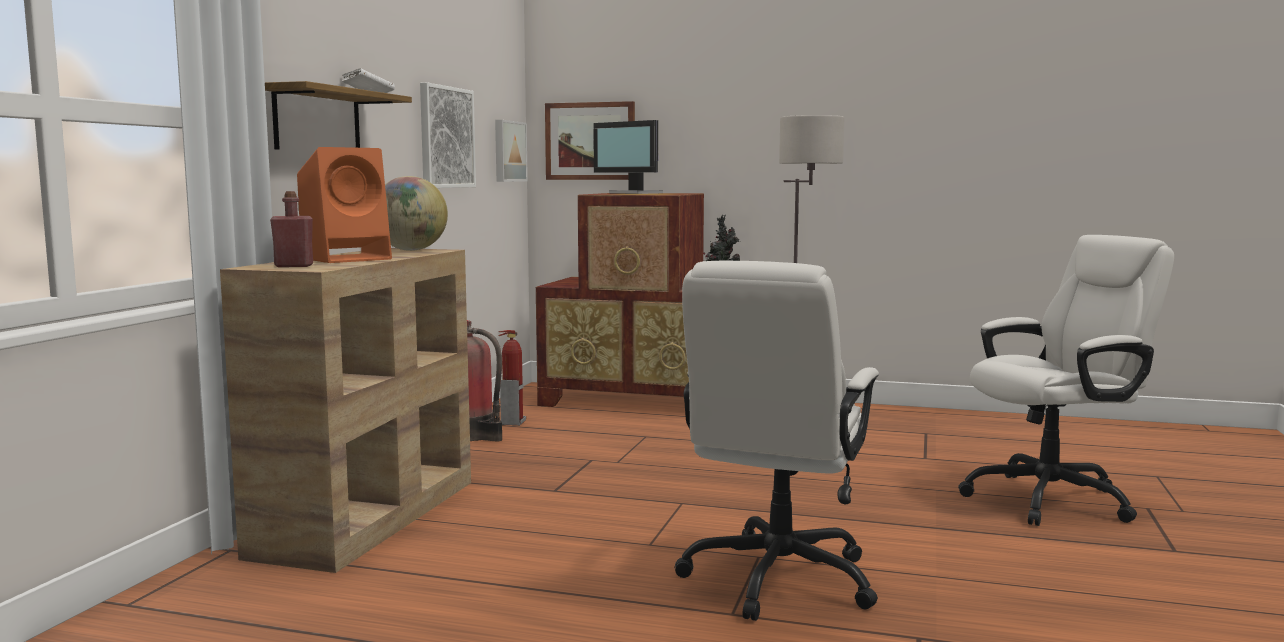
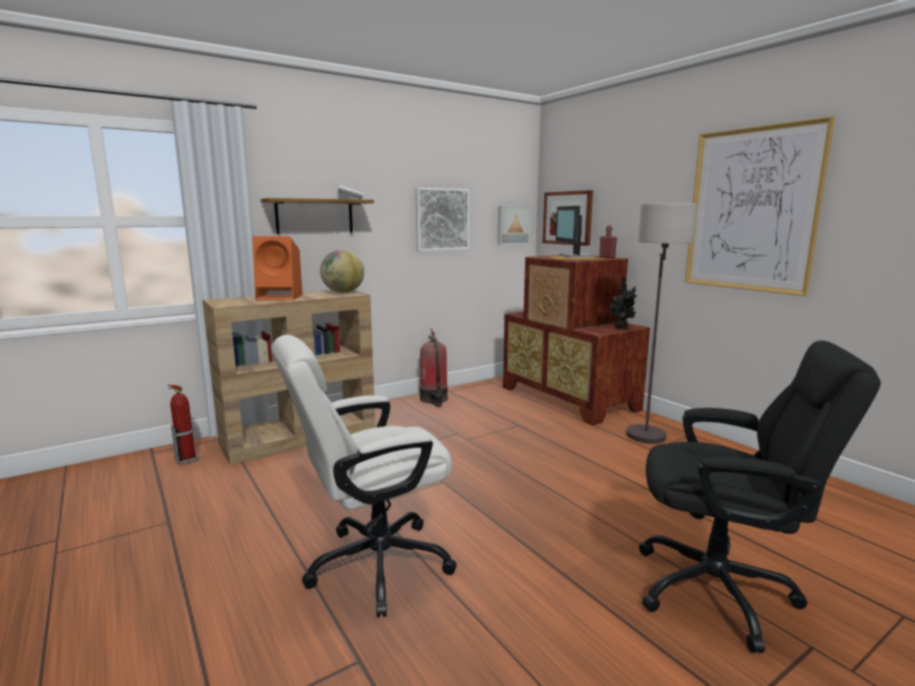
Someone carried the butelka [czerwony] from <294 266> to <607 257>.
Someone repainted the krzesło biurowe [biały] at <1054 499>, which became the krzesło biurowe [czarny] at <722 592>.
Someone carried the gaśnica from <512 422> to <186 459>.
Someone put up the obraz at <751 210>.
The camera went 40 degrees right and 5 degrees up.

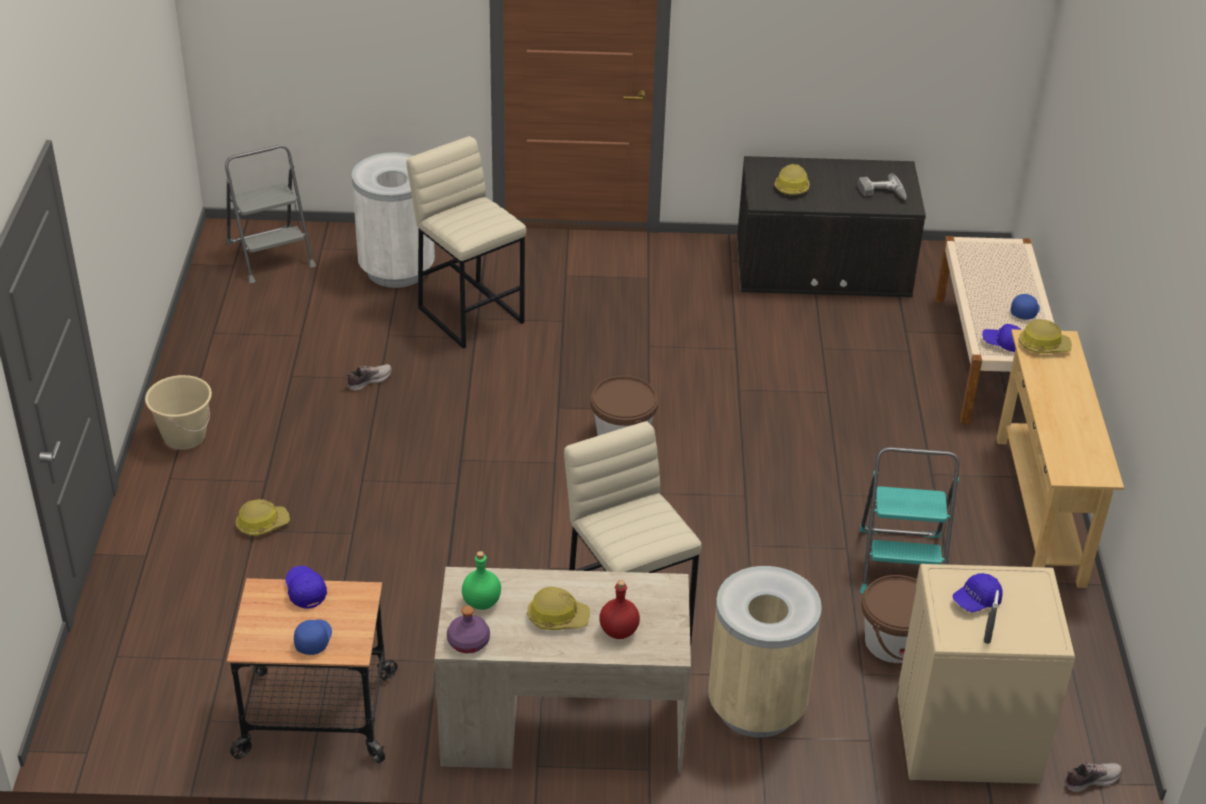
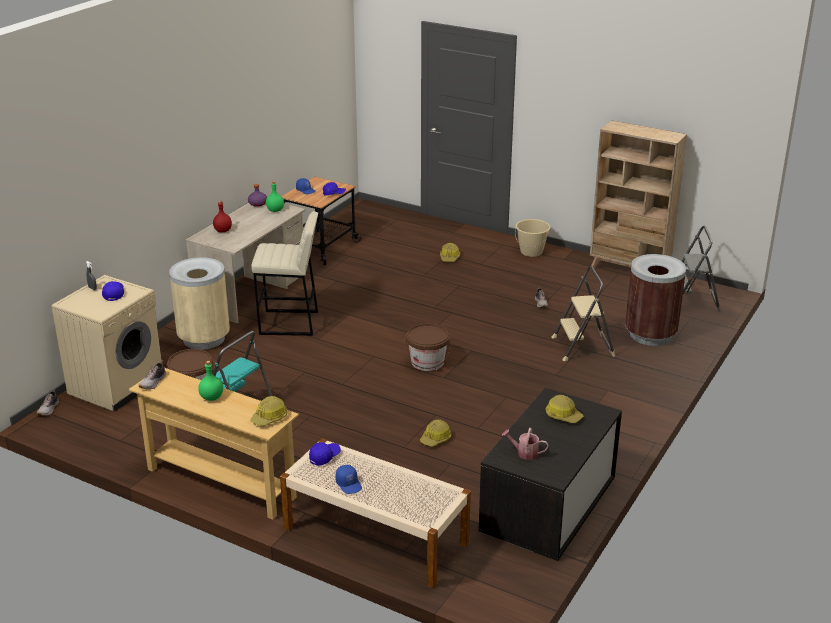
Someone swapped the stołek [beżowy] at <469 314> for the drabinka [beżowy] at <585 346>.
Someone repainted the kosz na śmieci [biały] at <397 269>, which became the kosz na śmieci [brązowy] at <650 335>.
Someone swapped the wiertarka at <882 194> for the konewka at <524 453>.
Someone carried the kask from <557 617> to <436 439>.
Someone put down the regał [beżowy] at <629 271>.
Someone put down the but at <153 382>.
Someone put down the butelka [zielony] at <212 397>.
The camera went 120 degrees right and 10 degrees down.

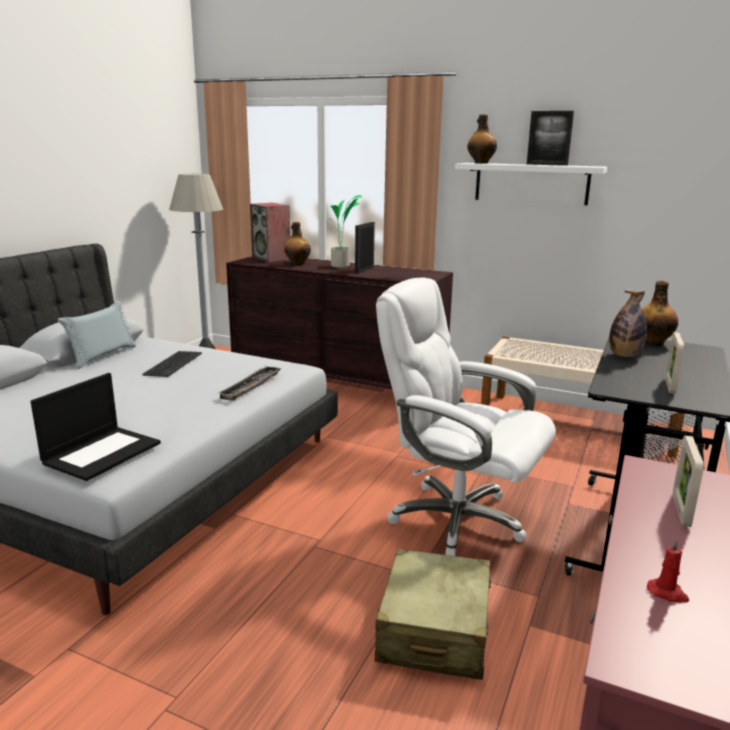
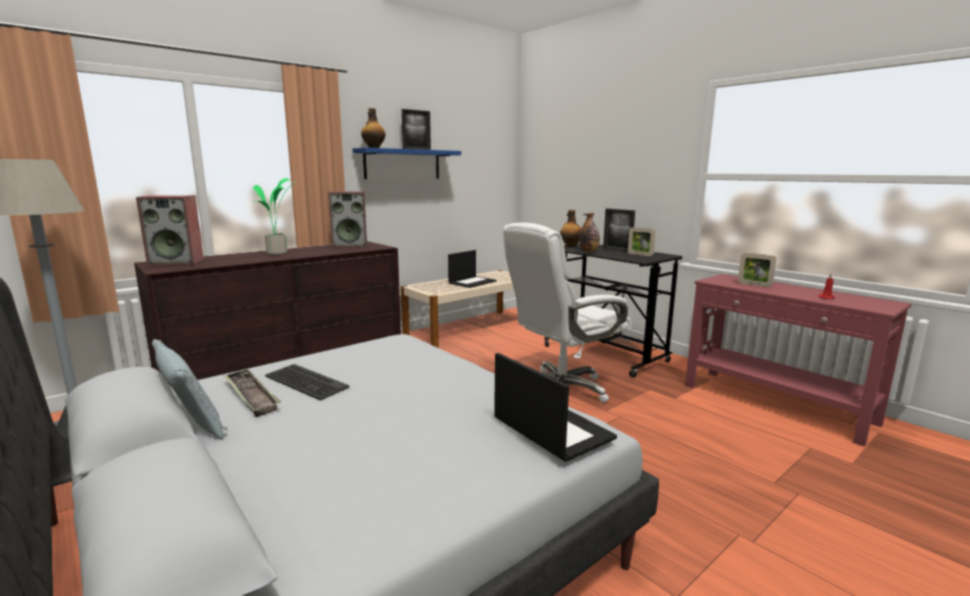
Someone repainted the półka [biały] at <531 183>, which became the półka [niebieski] at <402 164>.
Someone took away the butelka at <297 263>.
Someone carried the ramka na zdjęcie from <364 270> to <617 250>.
Someone carried the taca from <251 386> to <251 396>.
Someone took away the walizka [beżowy] at <434 630>.
Someone put down the głośnik at <350 245>.
Someone put down the laptop at <472 282>.
The camera went 65 degrees left and 5 degrees down.

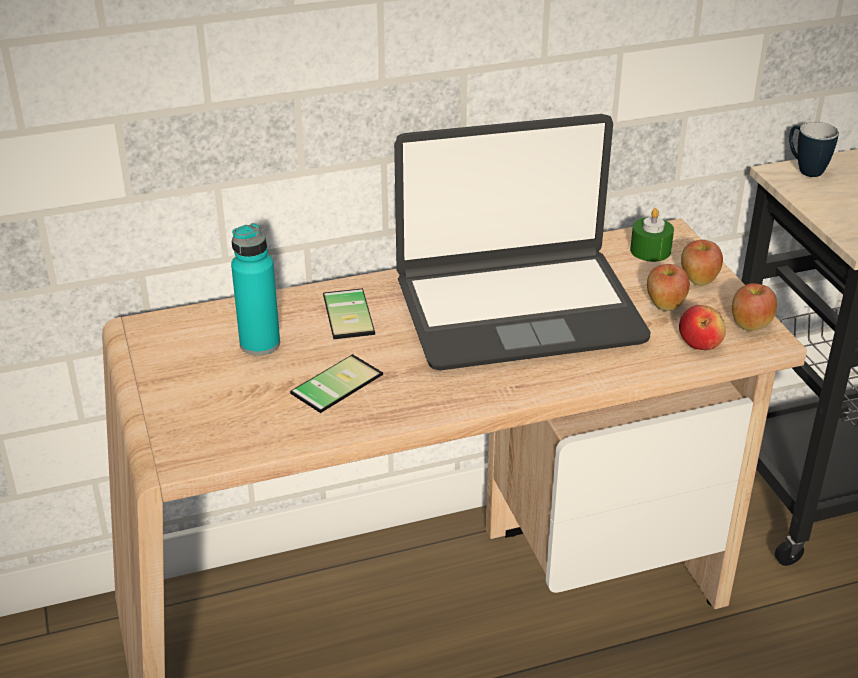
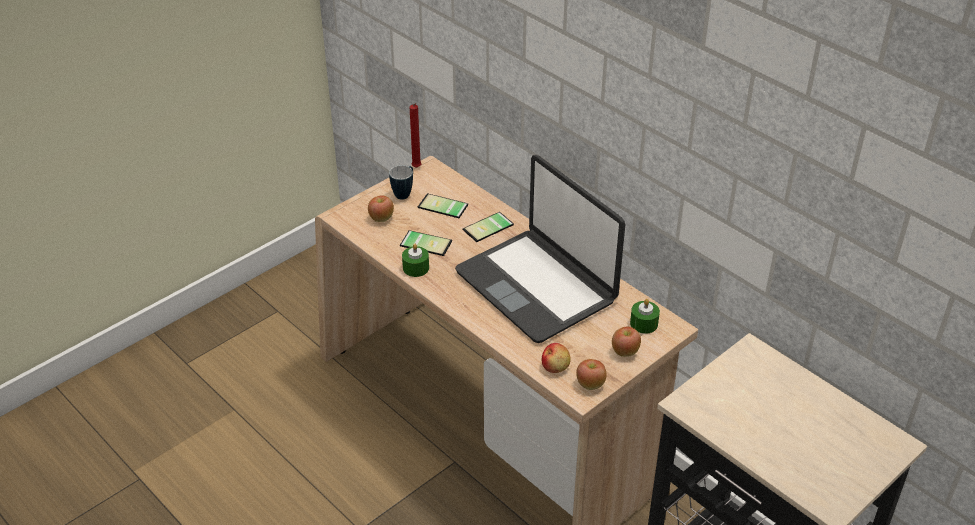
Someone carried the kubek from <805 169> to <404 193>.
Someone swapped the butelka [turkusowy] at <260 344> for the telefon at <442 207>.
Someone carried the jabłko from <664 305> to <381 218>.
Someone put down the świeca [czerwony] at <416 168>.
Someone put down the świeca [zielony] at <416 268>.
The camera went 65 degrees right and 5 degrees up.

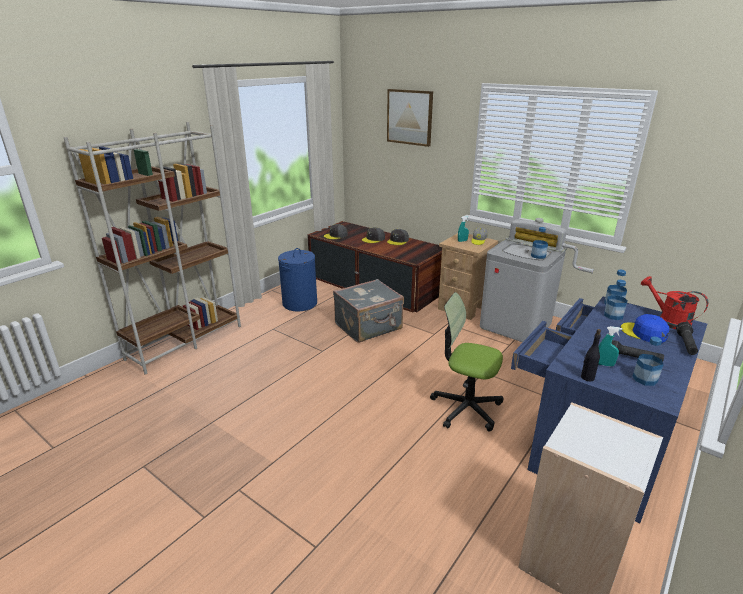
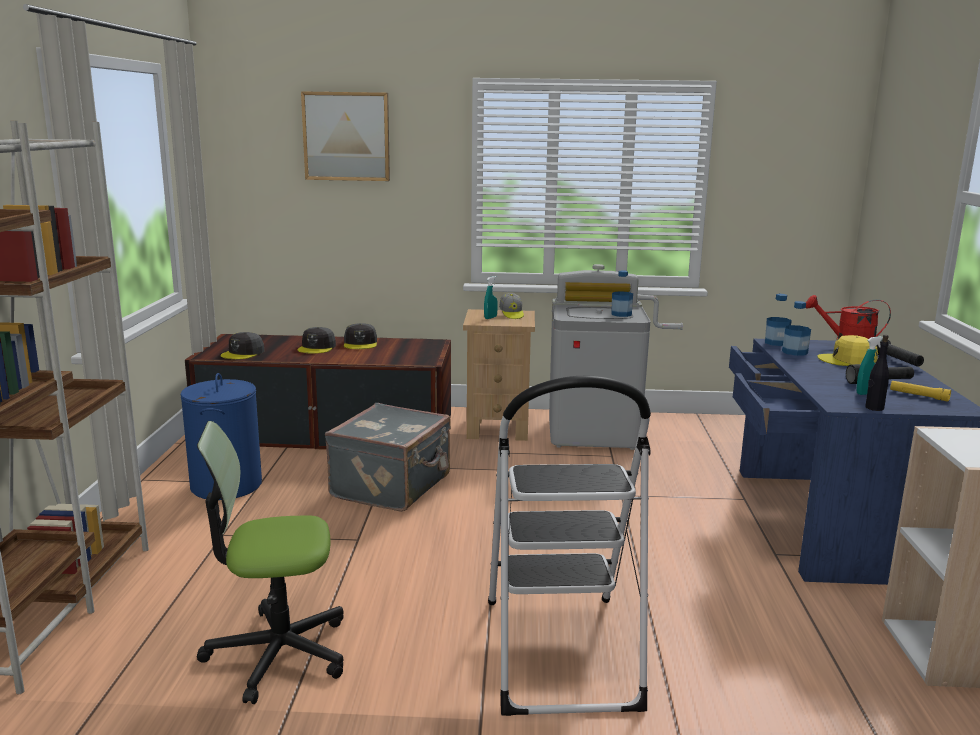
Someone carried the krzesło biurowe from <466 408> to <278 653>.
Someone repainted the czapka z daszkiem [niebieski] at <644 333>, which became the czapka z daszkiem [żółty] at <847 360>.
Someone swapped the butelka at <644 379> for the latarka [żółty] at <918 396>.
Someone put down the drabinka at <559 655>.
The camera went 35 degrees left and 10 degrees down.

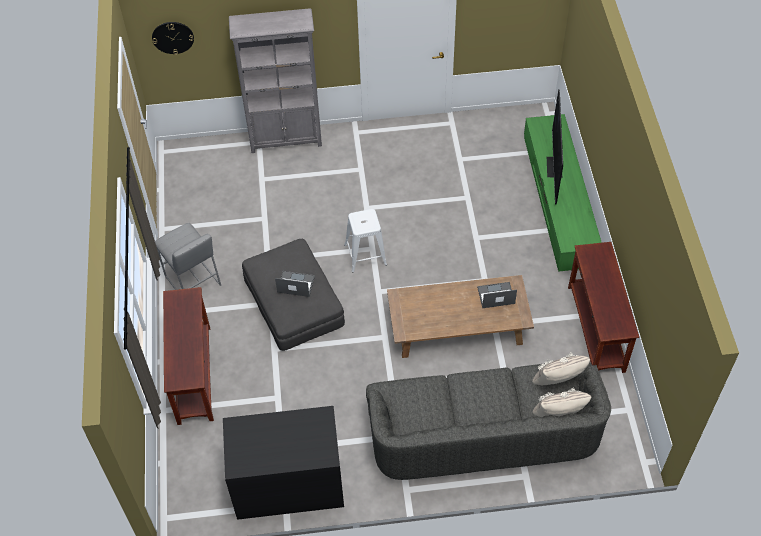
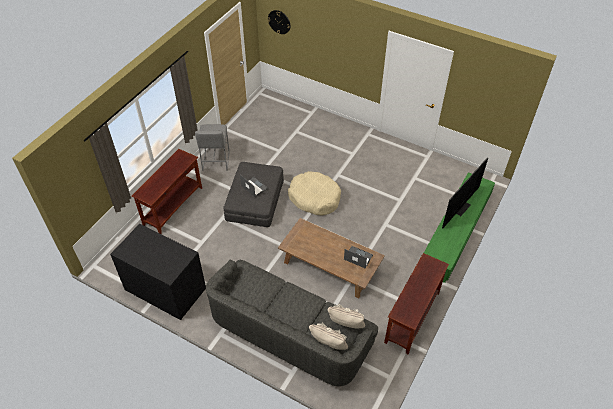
Someone took away the regał [szary] at <286 139>.
Someone swapped the stołek [biały] at <365 254> for the legowisko [beżowy] at <314 198>.
The camera went 35 degrees right and 5 degrees down.

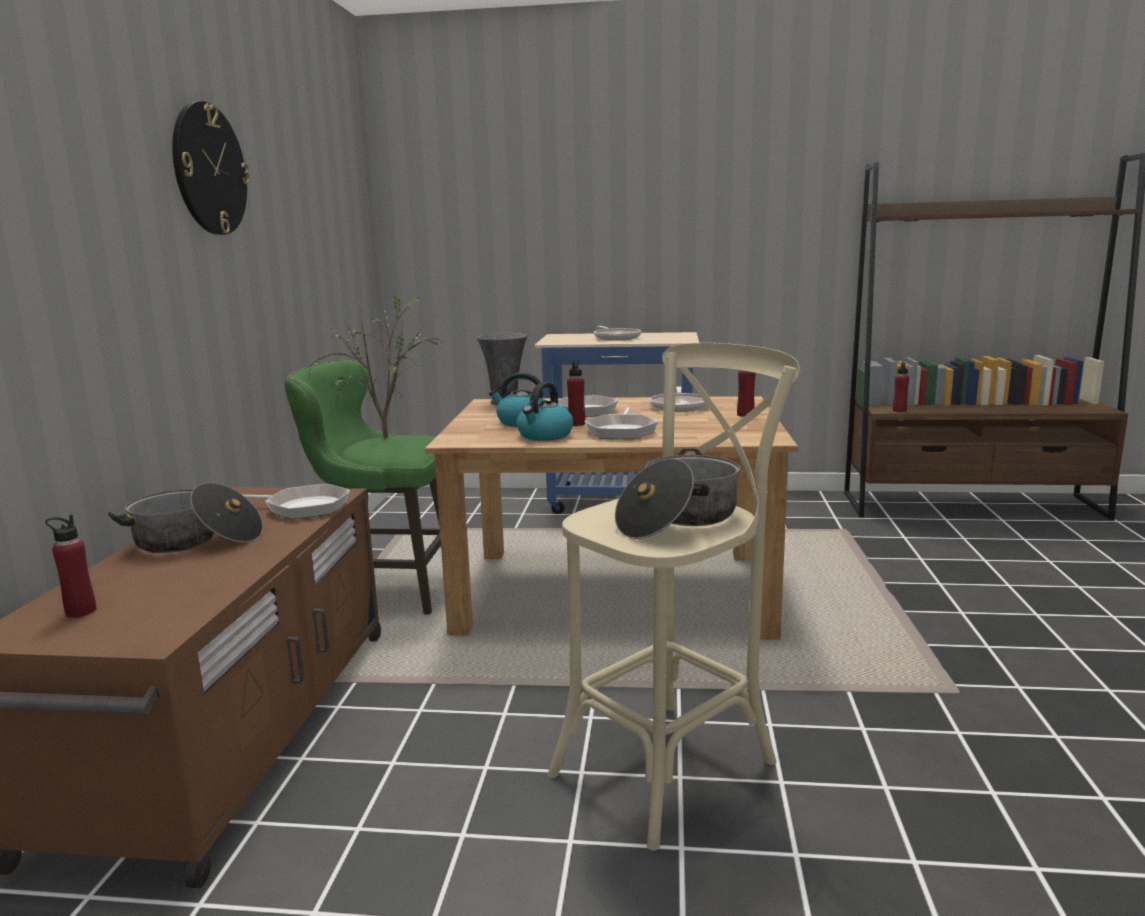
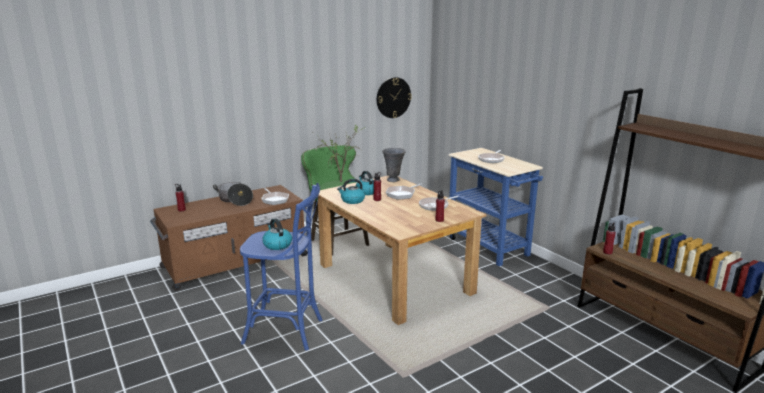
Someone carried the zegar ścienny from <209 169> to <393 97>.
Someone repainted the stołek [beżowy] at <672 763>, which became the stołek [niebieski] at <287 332>.
Someone took away the patelnia at <622 431>.
Someone swapped the garnek at <678 519> for the czajnik at <277 245>.
The camera went 50 degrees right and 5 degrees up.

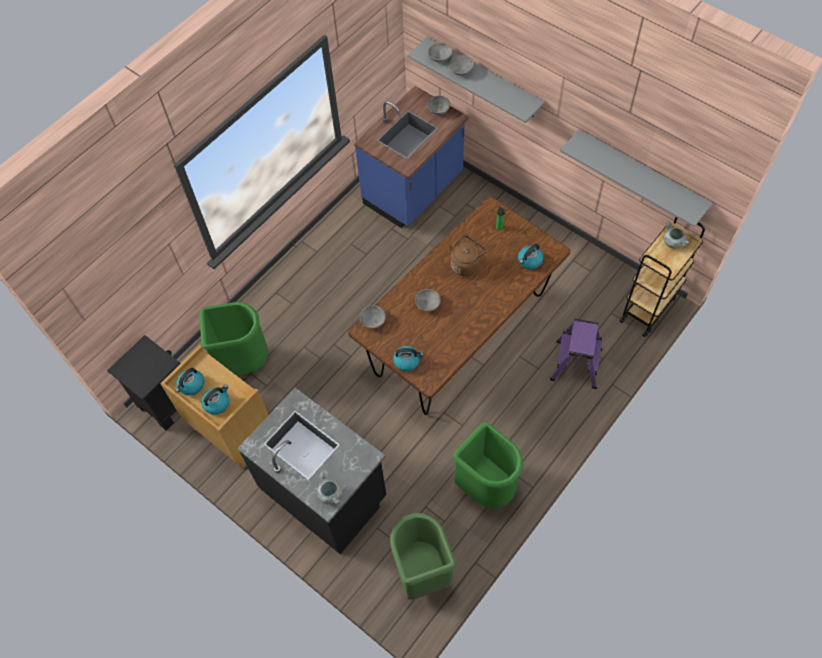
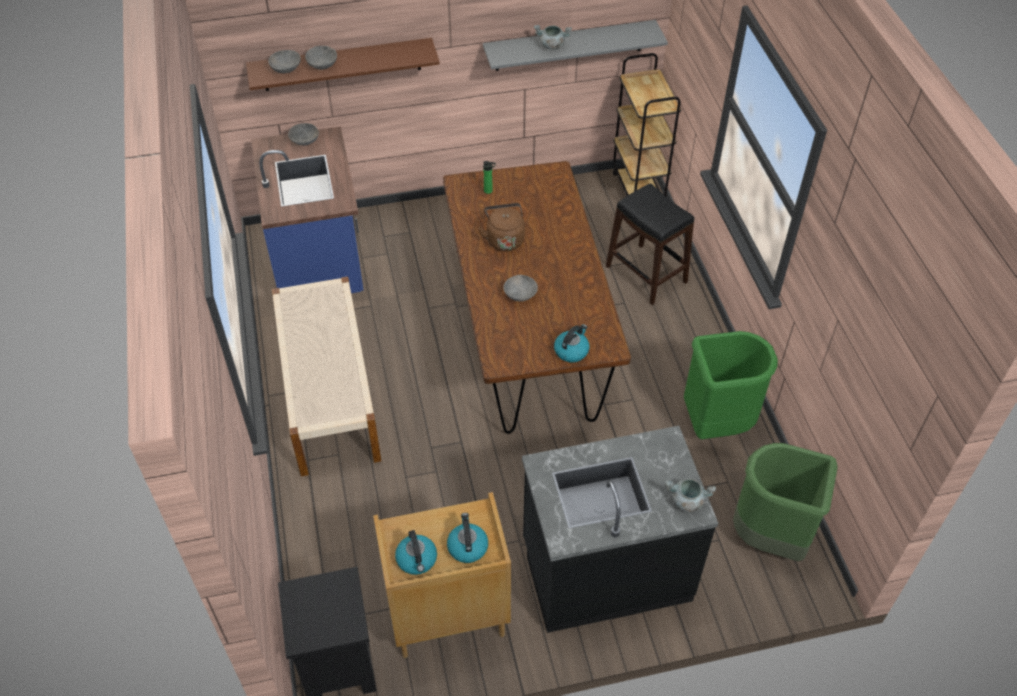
Someone repainted the półka [szary] at <483 78>, which became the półka [brązowy] at <342 64>.
Someone carried the garnek [szary] from <673 242> to <552 45>.
Someone took away the czajnik at <529 261>.
Someone took away the kosz na śmieci [zielony] at <242 362>.
Someone took away the miska [szary] at <373 320>.
Someone swapped the drabinka [fioletowy] at <576 364> for the stołek [czarny] at <646 274>.
Someone put down the ławka [beżowy] at <328 394>.
The camera went 55 degrees left and 10 degrees down.

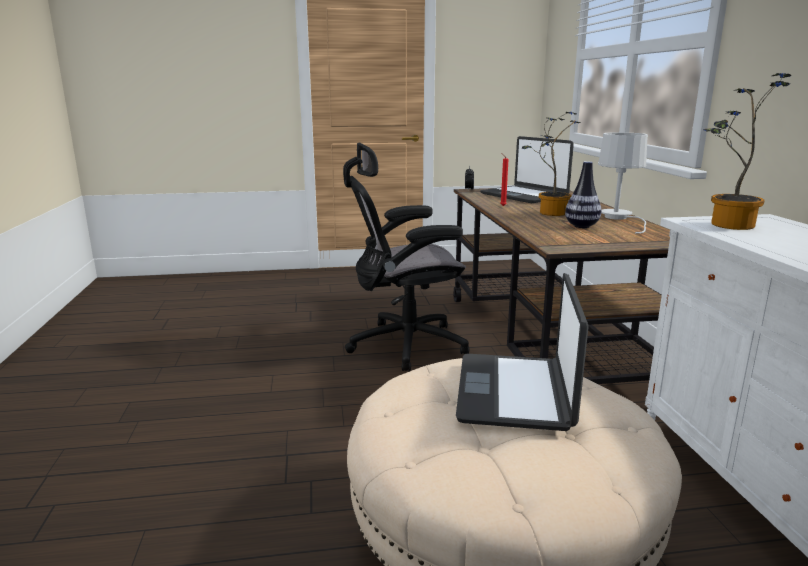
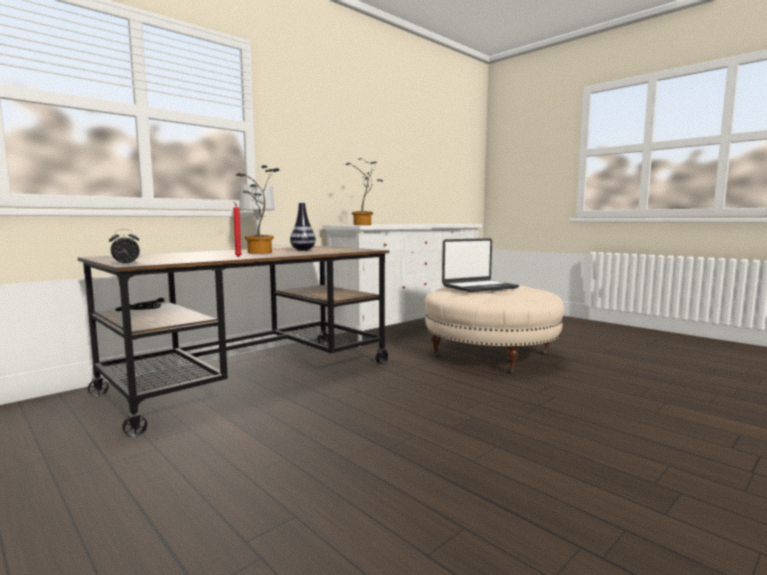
Someone took away the laptop at <524 196>.
Someone took away the krzesło biurowe at <407 346>.
The camera went 125 degrees left and 10 degrees down.

